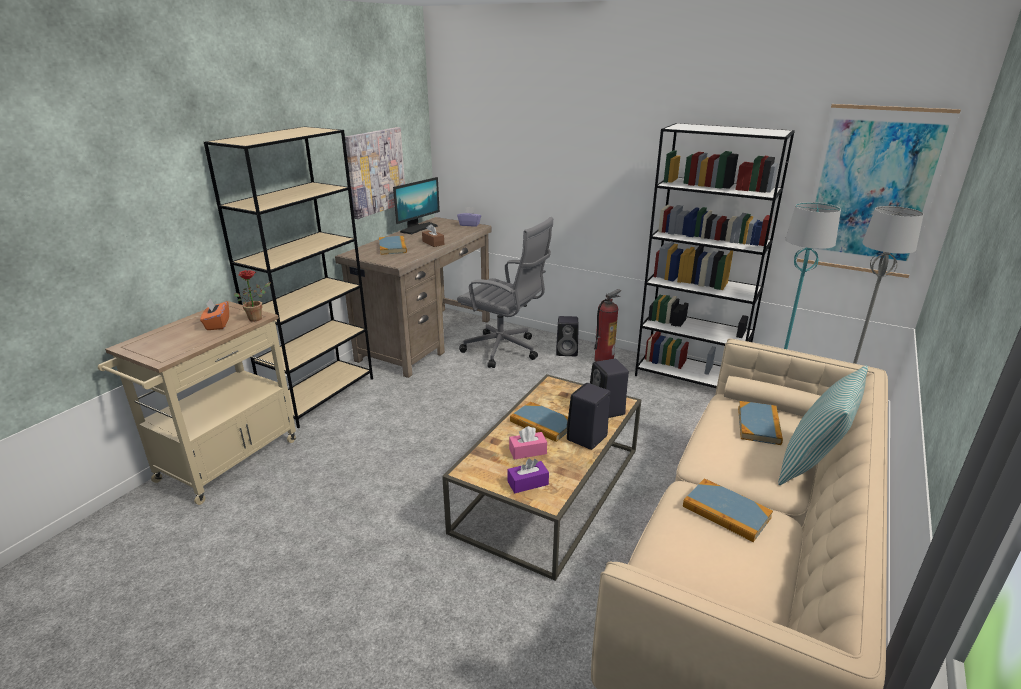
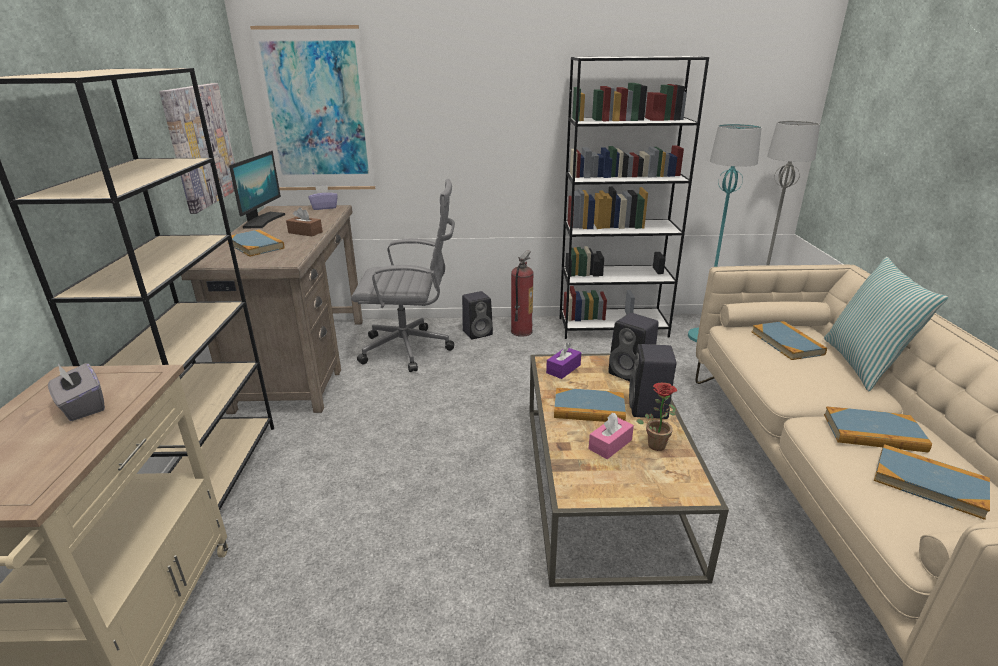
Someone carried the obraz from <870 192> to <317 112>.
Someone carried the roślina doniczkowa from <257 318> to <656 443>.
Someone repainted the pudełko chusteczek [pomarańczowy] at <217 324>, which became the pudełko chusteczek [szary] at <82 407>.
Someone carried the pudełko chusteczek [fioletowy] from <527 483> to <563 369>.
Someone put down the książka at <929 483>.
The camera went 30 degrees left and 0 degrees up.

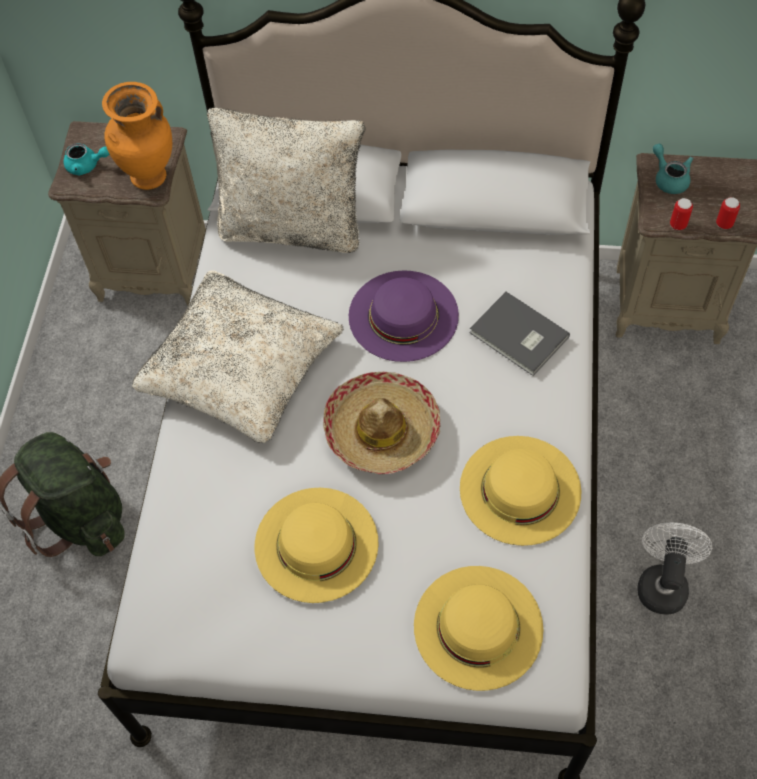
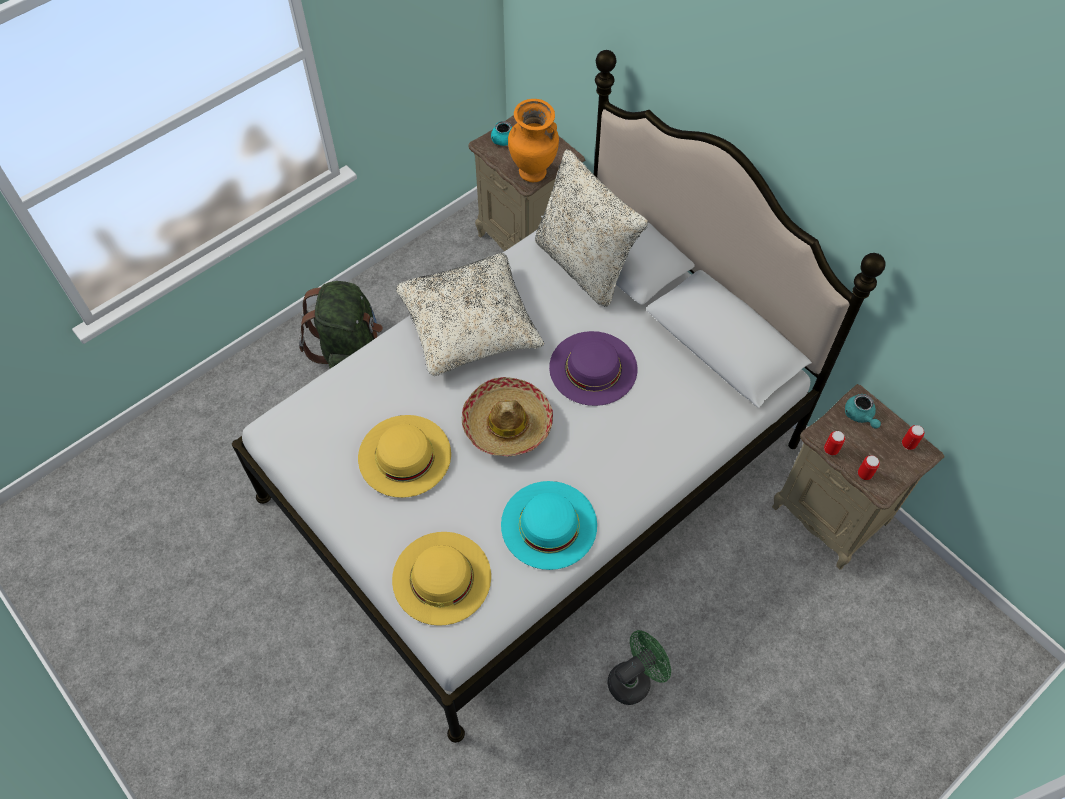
Someone rotated the imbryk [turkusowy] at <669 178> by 150 degrees clockwise.
Someone took away the książka [szary] at <518 337>.
Someone repainted the kapelusz [żółty] at <520 489>, which became the kapelusz [turkusowy] at <549 524>.
Someone repainted the wentylator [biały] at <662 582>, which became the wentylator [zielony] at <634 679>.
Someone put down the puszka at <908 444>.
The camera went 40 degrees right and 0 degrees up.

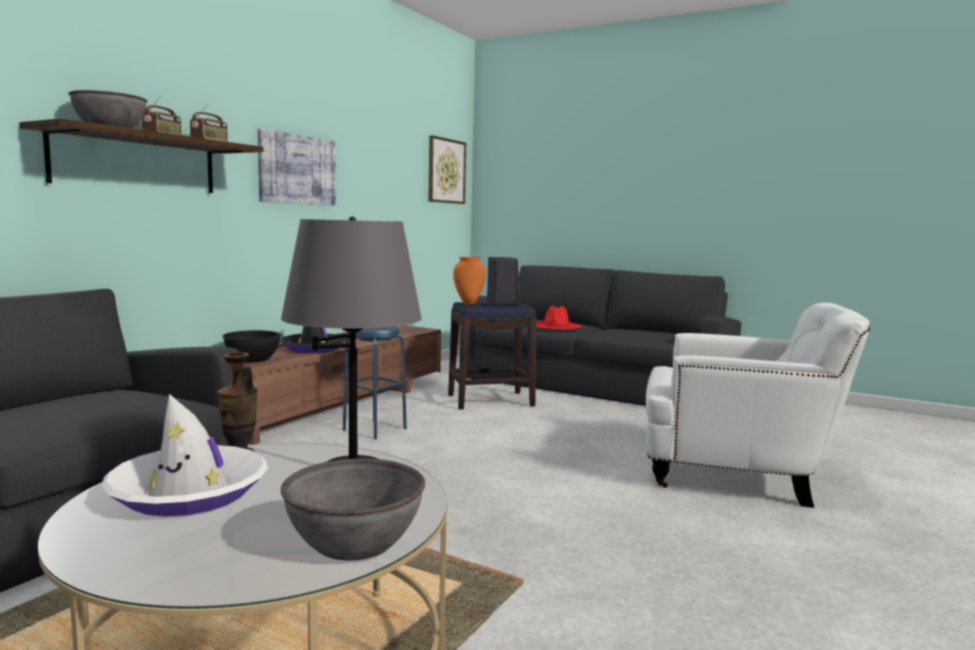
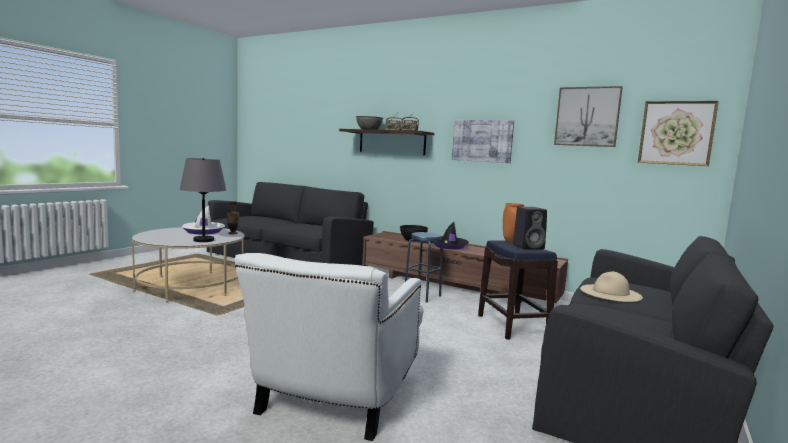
Someone repainted the kapelusz [czerwony] at <556 325>, which became the kapelusz [beżowy] at <610 293>.
Someone took away the miska [szary] at <354 543>.
Someone put up the obraz at <587 116>.
The camera went 90 degrees right and 0 degrees up.

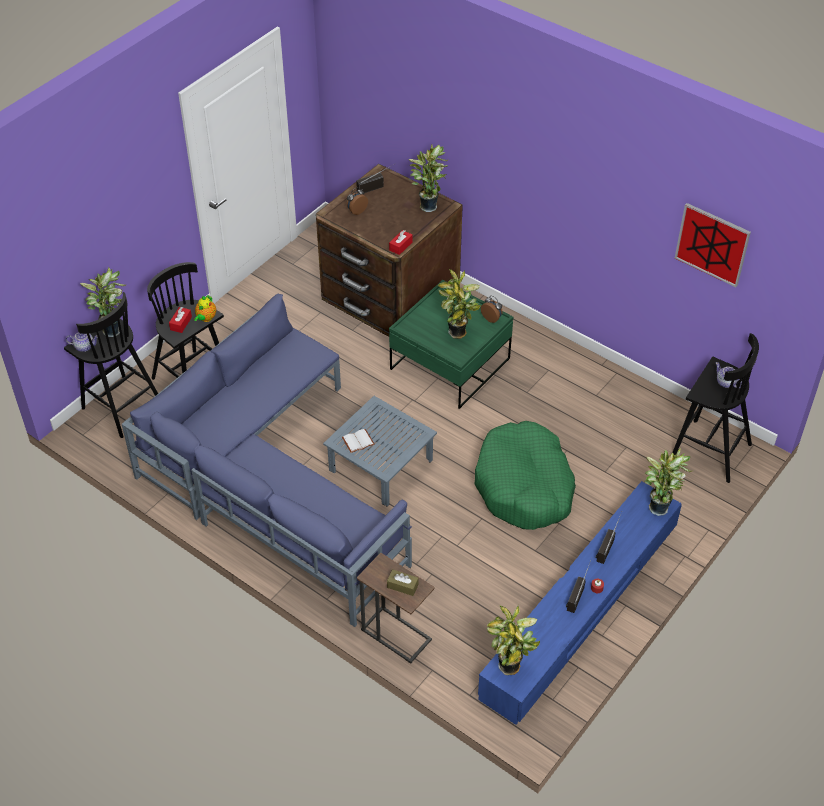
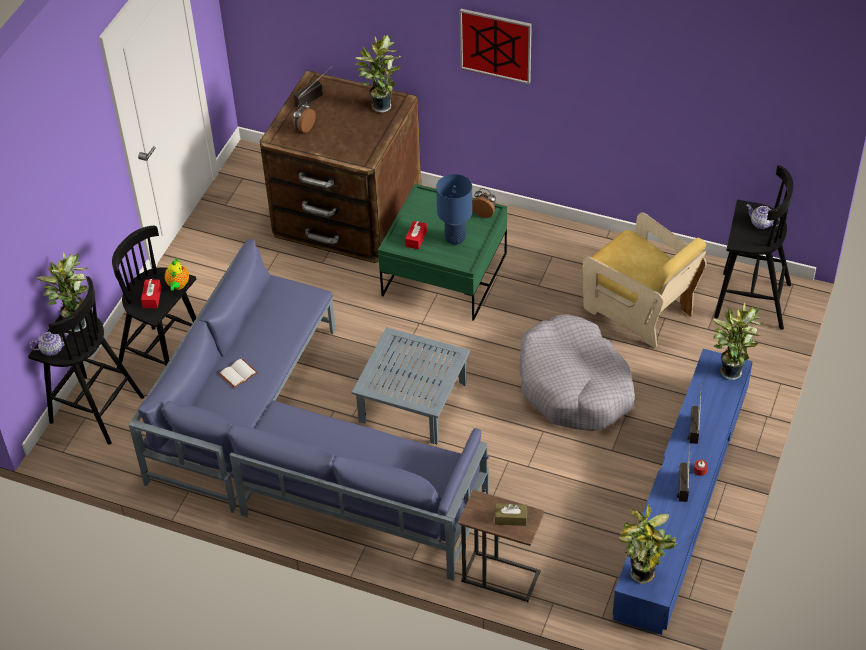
Someone carried the obraz from <712 244> to <496 45>.
Someone carried the pudełko chusteczek [czerwony] from <400 246> to <416 239>.
Someone swapped the roślina doniczkowa at <457 334> for the lampa stołowa [niebieski] at <455 239>.
Someone repainted the legowisko [zielony] at <524 486>, which became the legowisko [szary] at <574 386>.
Someone carried the książka [biały] from <358 441> to <238 373>.
Someone put down the fotel [żółty] at <639 310>.
The camera went 15 degrees left and 0 degrees up.

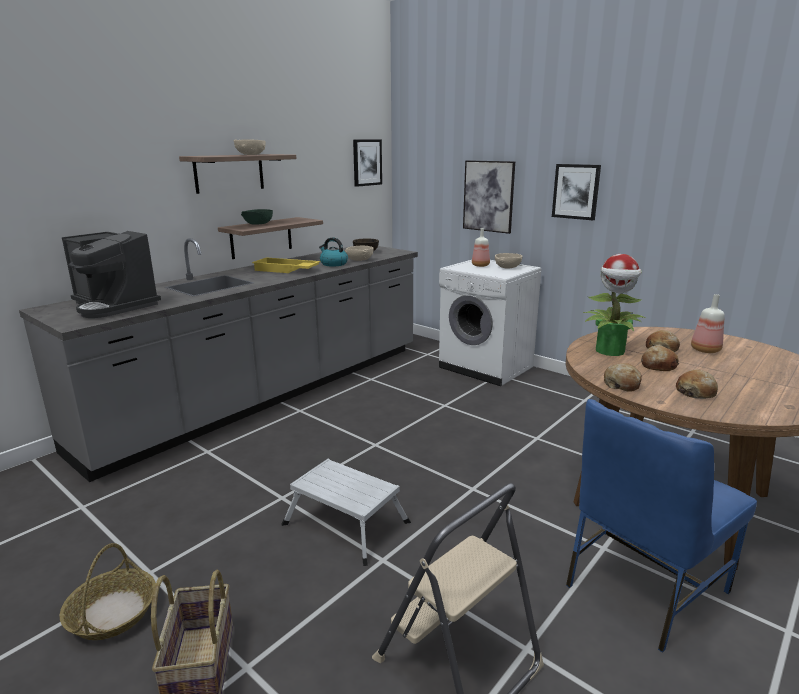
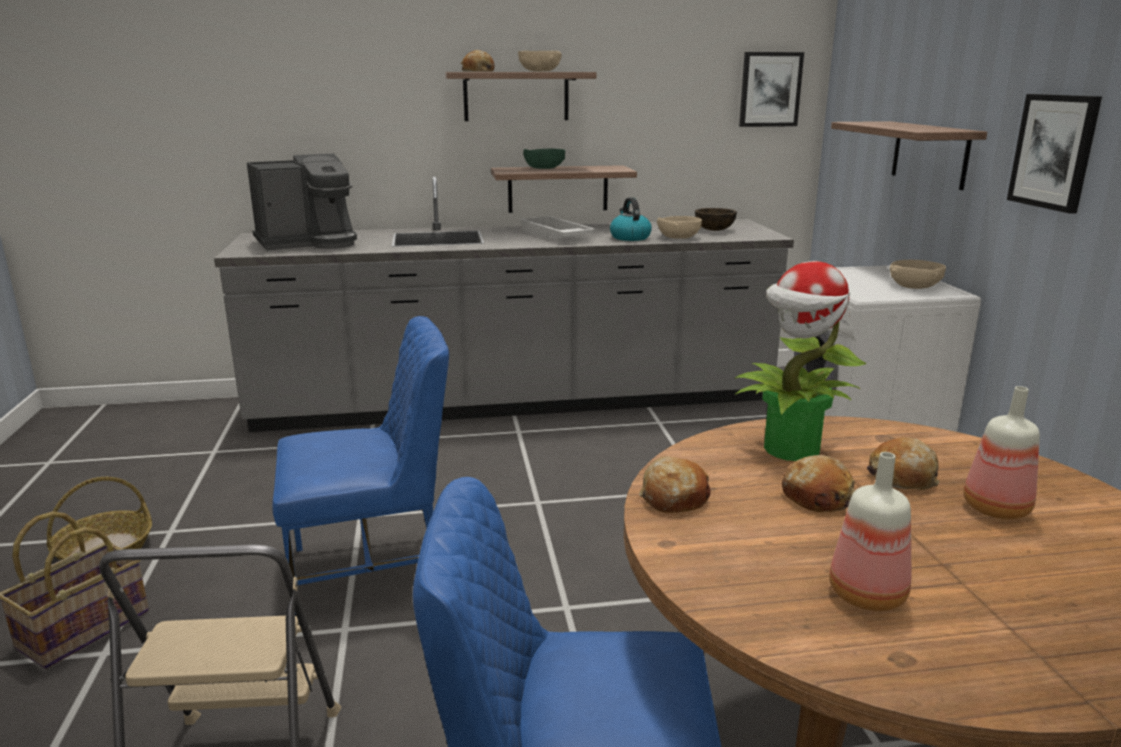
Someone swapped the obraz at <488 196> for the półka at <930 154>.
Someone carried the butelka from <480 265> to <867 594>.
Someone rotated the ekspres do kawy at <114 305> by 105 degrees counterclockwise.
Someone repainted the taca [żółty] at <285 270>, which became the taca [biały] at <554 236>.
Someone carried the chleb from <696 392> to <477 71>.
Someone swapped the drabinka [biały] at <346 523> for the krzesło [niebieski] at <373 572>.
The camera went 40 degrees right and 0 degrees up.

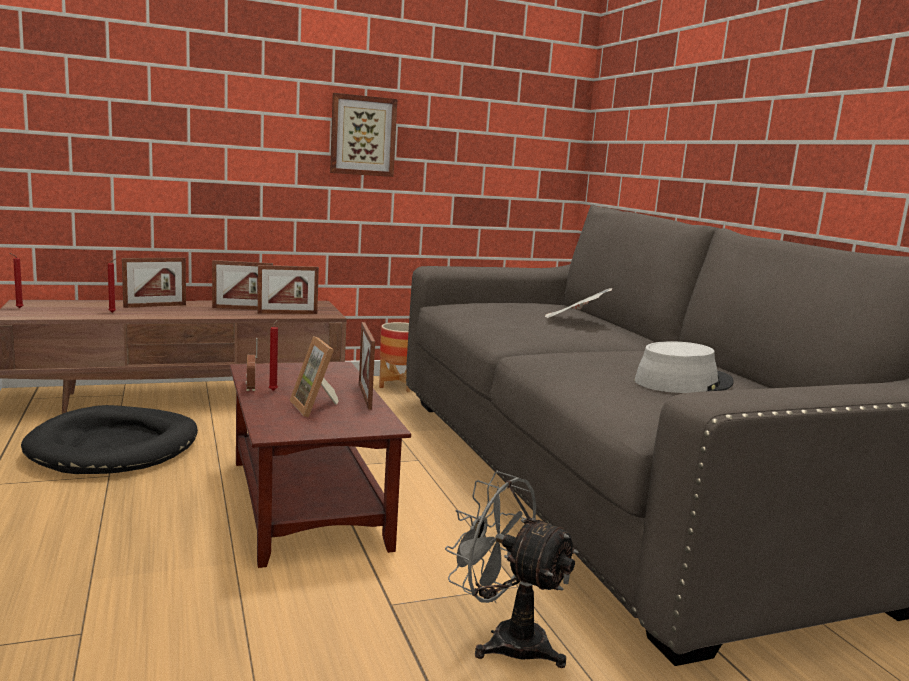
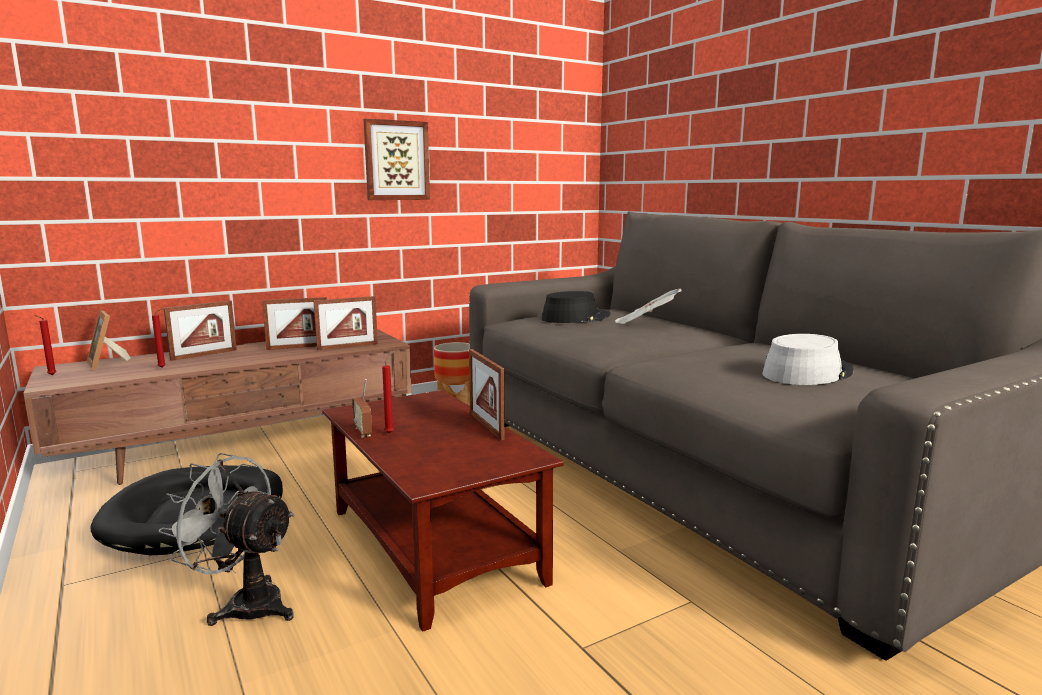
Someone carried the ramka na zdjęcie from <316 407> to <108 364>.
Someone carried the wentylator [szary] from <505 639> to <245 604>.
Someone put down the kapelusz [czarny] at <575 318>.
The camera went 10 degrees left and 0 degrees up.

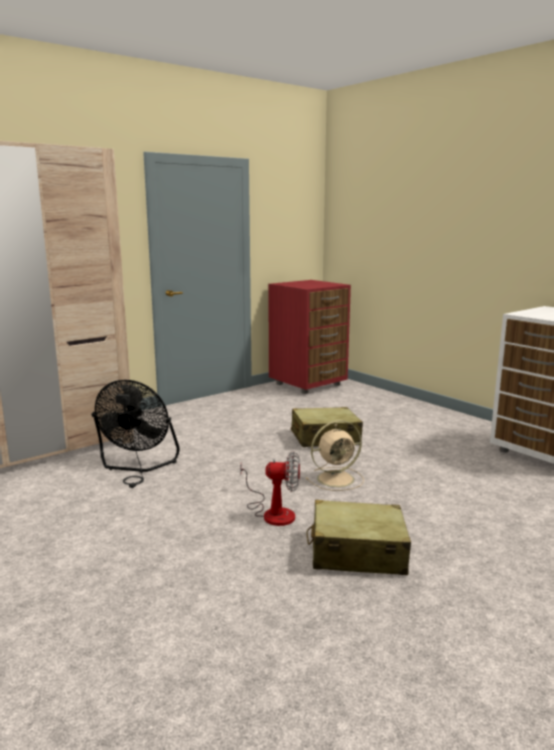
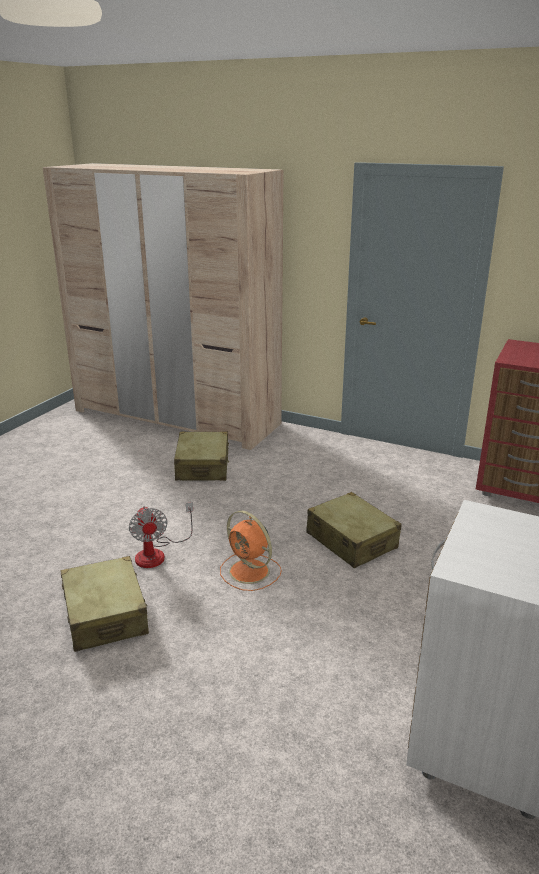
Someone swapped the wentylator [czarny] at <133 466> for the walizka [beżowy] at <203 466>.
Someone repainted the wentylator [beżowy] at <337 478>, which became the wentylator [pomarańczowy] at <250 572>.
The camera went 65 degrees right and 10 degrees up.

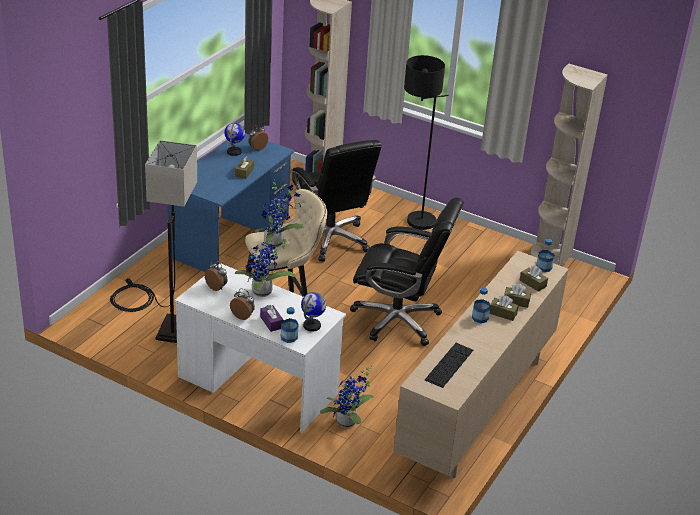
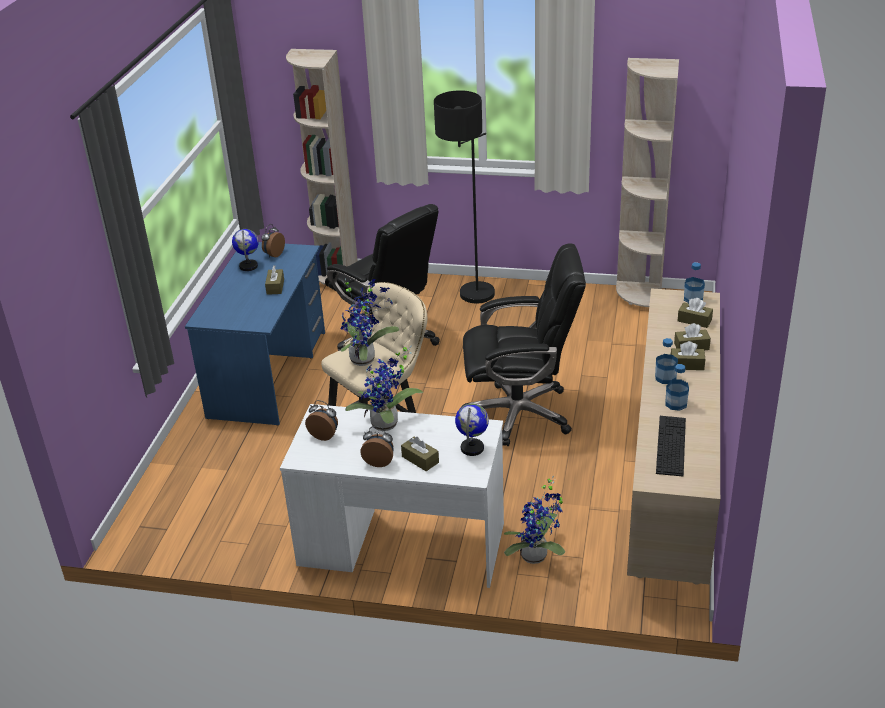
Someone took away the lampa stojąca at <152 312>.
Someone repainted the pudełko chusteczek [fioletowy] at <271 322>, which became the pudełko chusteczek [brązowy] at <420 459>.
Someone carried the butelka from <289 337> to <676 403>.
The camera went 15 degrees left and 0 degrees up.

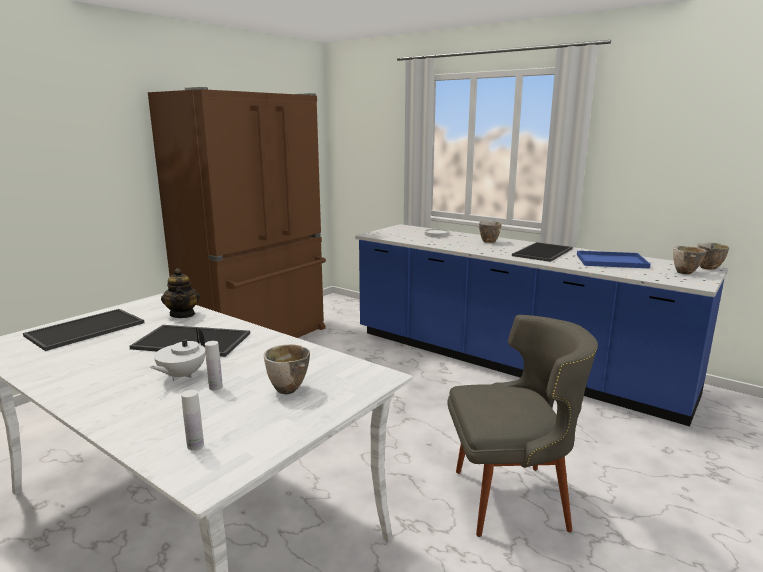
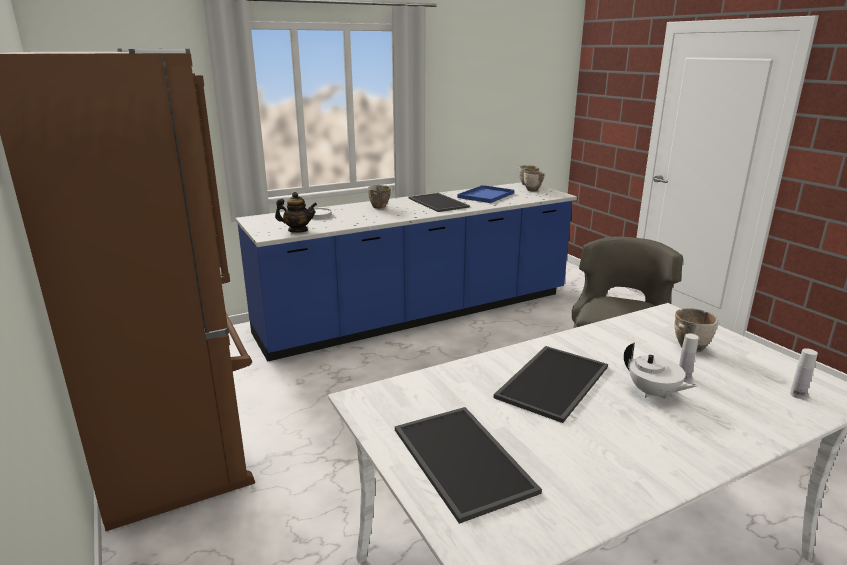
Someone carried the imbryk from <183 314> to <298 230>.
The camera went 65 degrees left and 5 degrees up.

